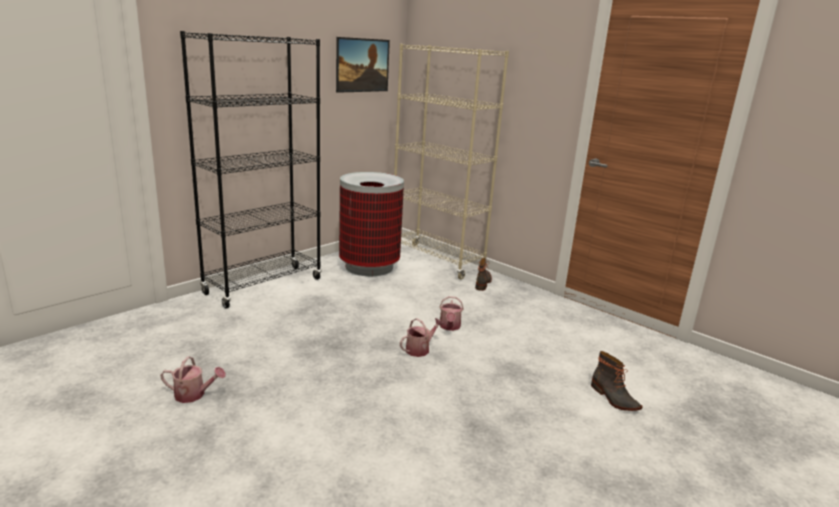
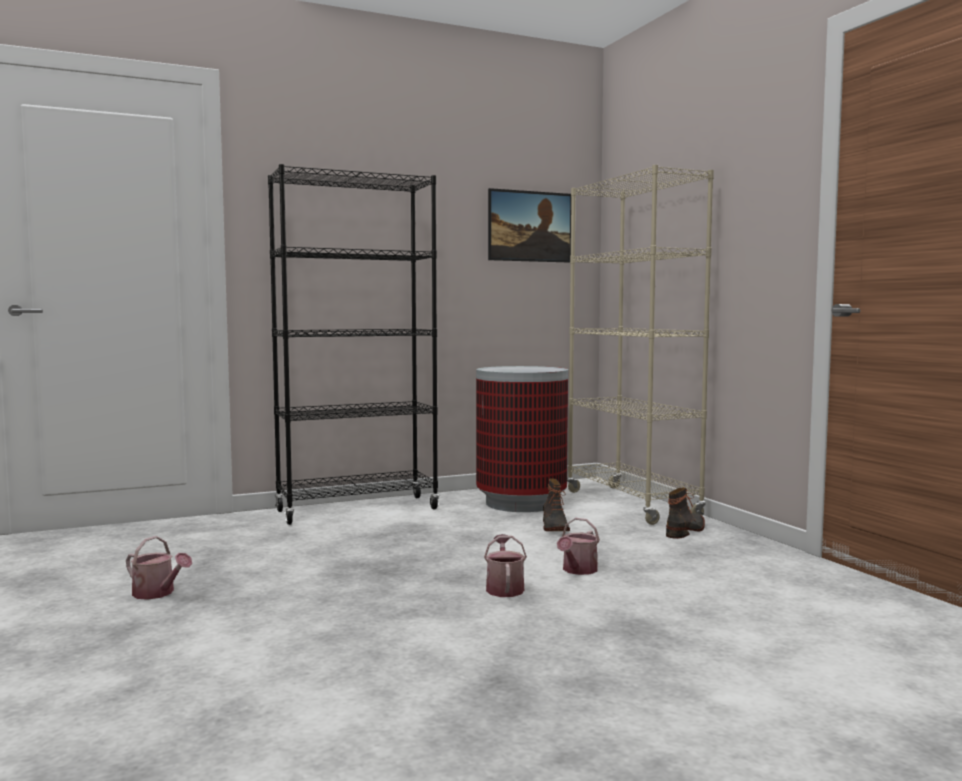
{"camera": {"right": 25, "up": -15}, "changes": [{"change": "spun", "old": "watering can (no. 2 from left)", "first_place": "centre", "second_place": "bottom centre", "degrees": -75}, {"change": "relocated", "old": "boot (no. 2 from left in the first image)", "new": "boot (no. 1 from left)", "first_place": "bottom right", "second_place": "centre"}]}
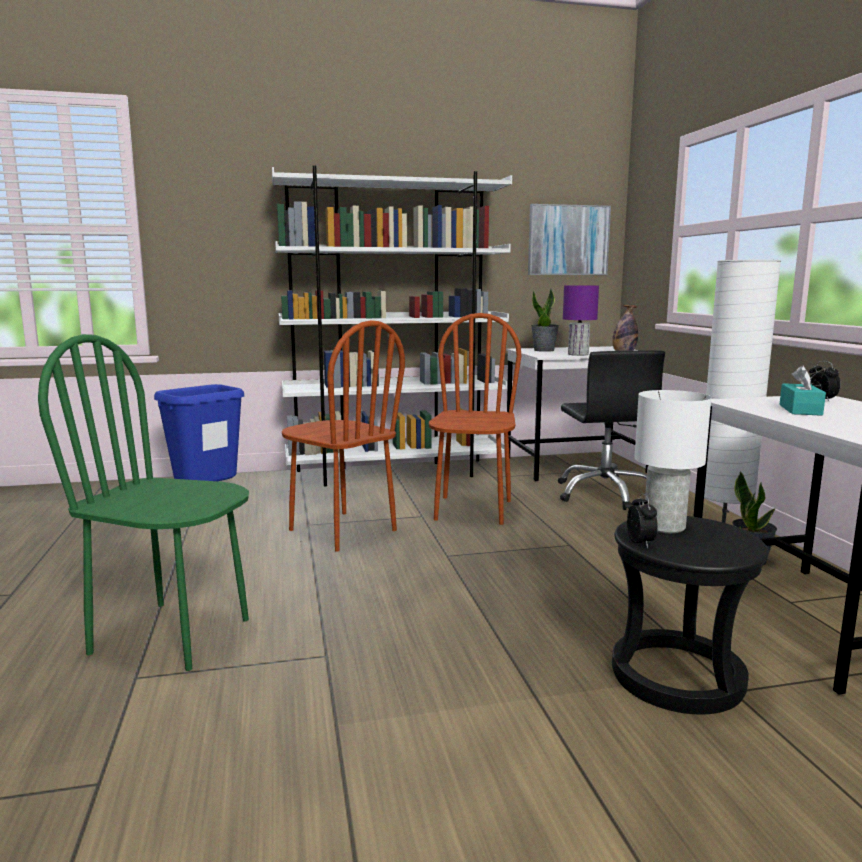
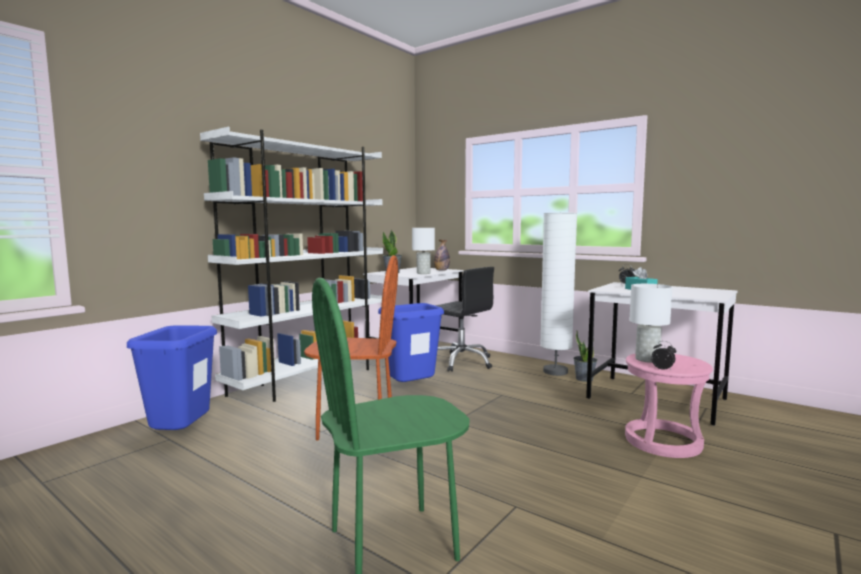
{"camera": {"right": -40, "up": -5}, "changes": [{"change": "exchanged", "old": "brown chair (no. 2 from left)", "new": "blue trash can (no. 2 from left)", "first_place": "centre", "second_place": "centre"}, {"change": "colour", "old": "purple table lamp", "new": "white table lamp (no. 1 from left)", "first_place": "middle right", "second_place": "centre"}, {"change": "colour", "old": "black stool", "new": "pink stool", "first_place": "bottom right", "second_place": "bottom right"}, {"change": "missing", "old": "picture", "first_place": "top centre"}]}
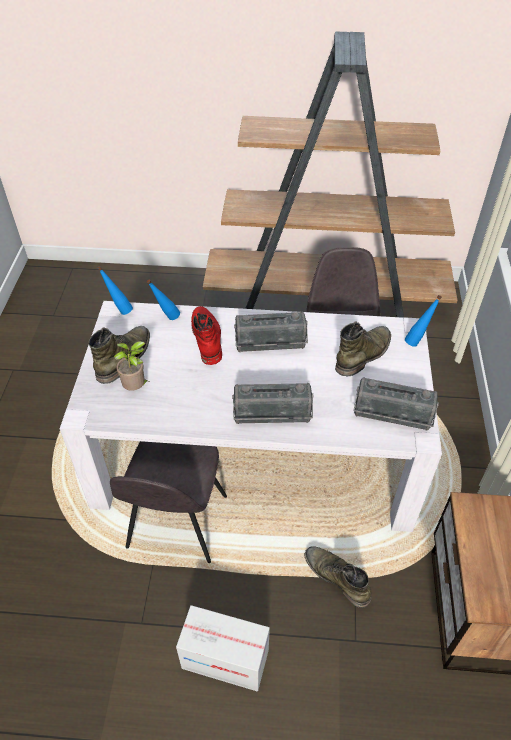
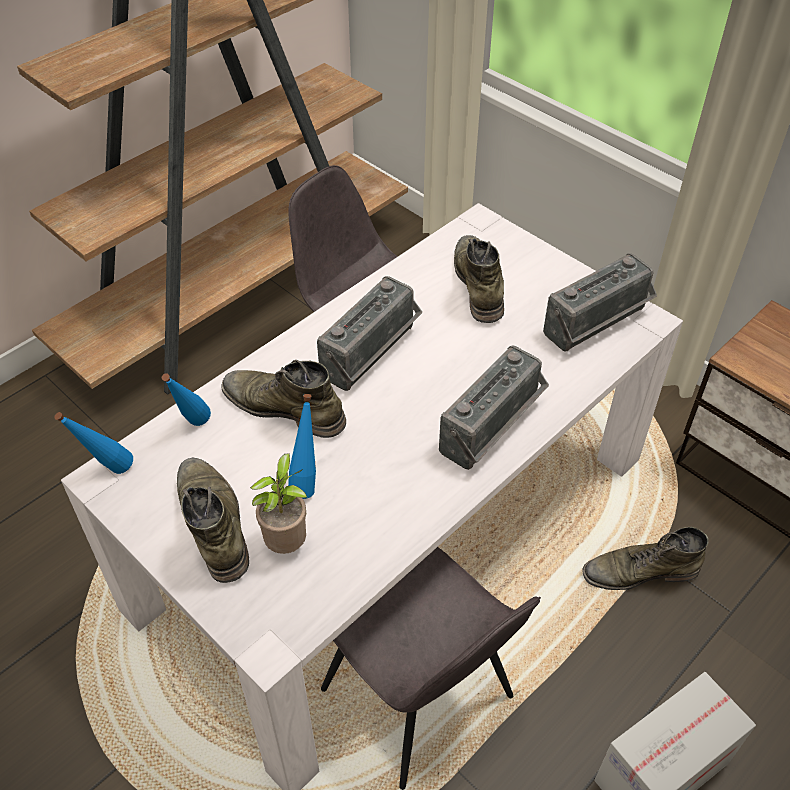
{"camera": {"right": -50, "up": 0}, "changes": [{"change": "colour", "old": "red boot", "new": "green boot (no. 2 from left)", "first_place": "centre", "second_place": "centre"}, {"change": "relocated", "old": "blue bottle (no. 3 from left)", "first_place": "middle right", "second_place": "centre"}]}
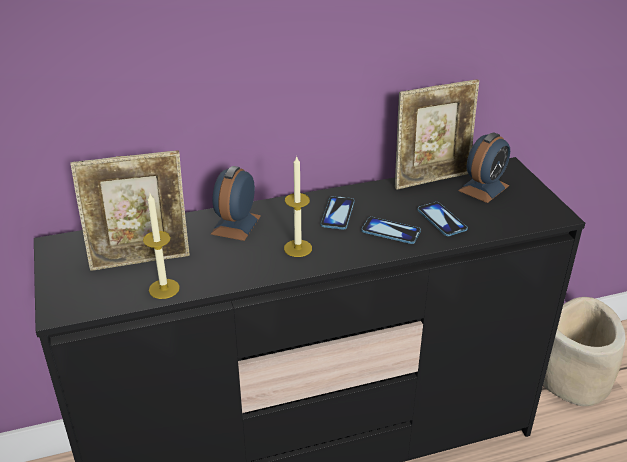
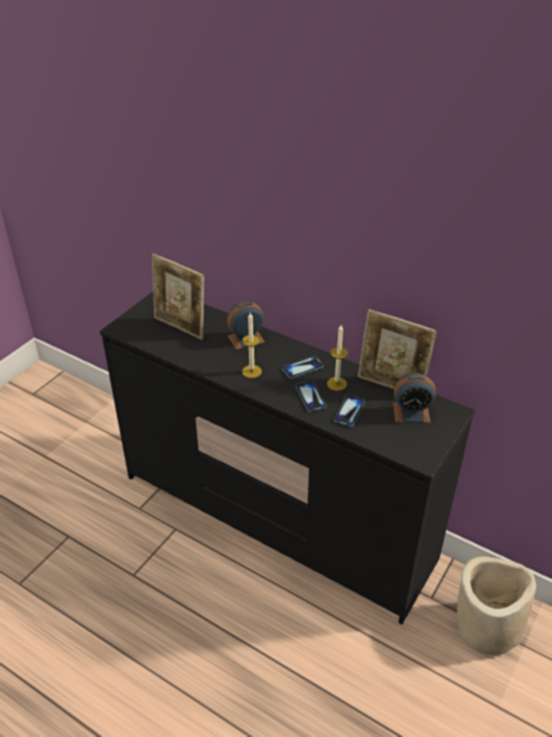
{"camera": {"right": 50, "up": 5}, "changes": [{"change": "relocated", "old": "candle (no. 1 from left in the first image)", "new": "candle (no. 2 from left)", "first_place": "middle left", "second_place": "centre"}]}
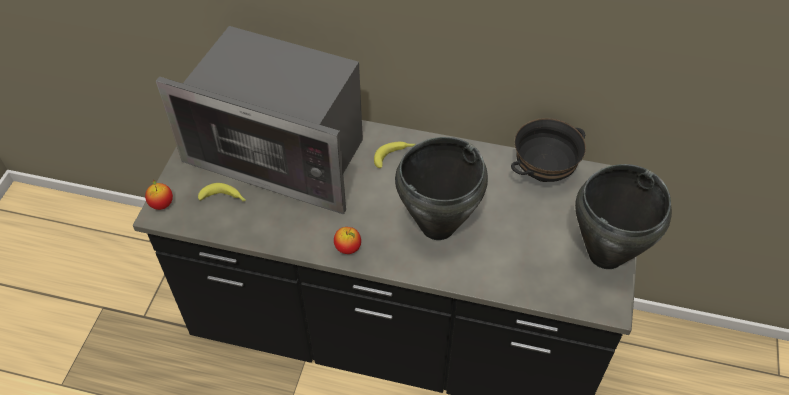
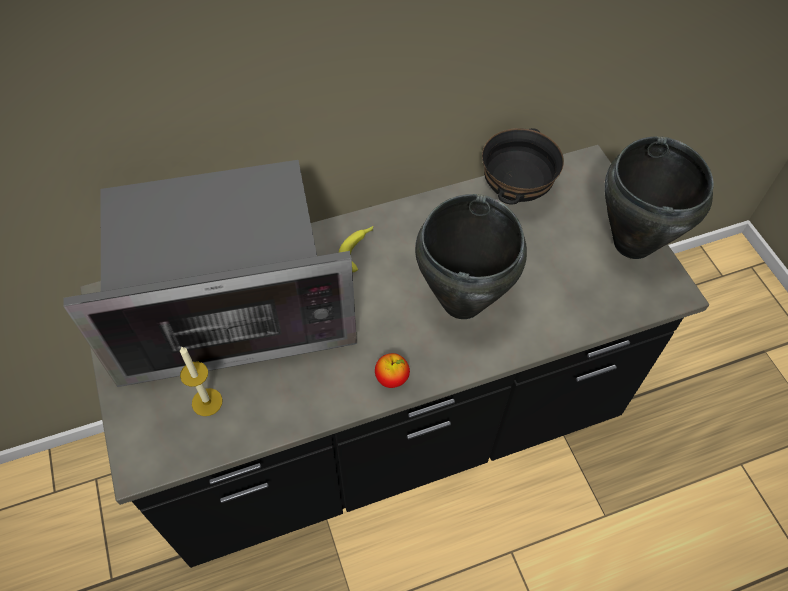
{"camera": {"right": -35, "up": 5}, "changes": [{"change": "exchanged", "old": "banana (no. 1 from left)", "new": "candle", "first_place": "middle left", "second_place": "middle left"}, {"change": "missing", "old": "apple (no. 1 from left)", "first_place": "middle left"}]}
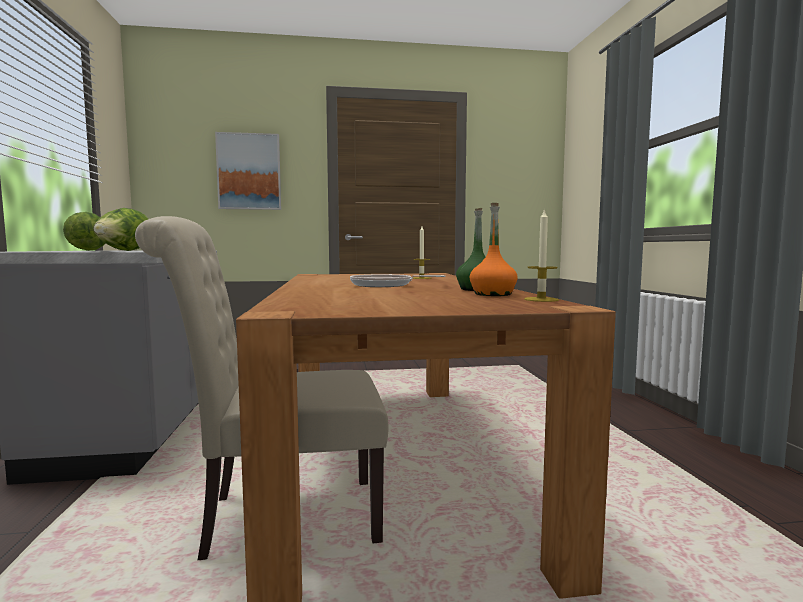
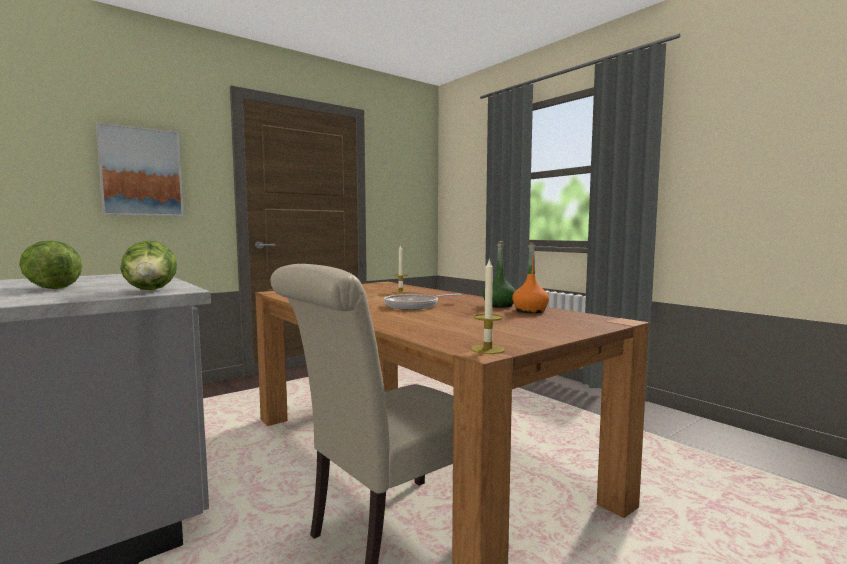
{"camera": {"right": -30, "up": 0}, "changes": [{"change": "relocated", "old": "candle (no. 2 from left)", "first_place": "middle right", "second_place": "centre"}]}
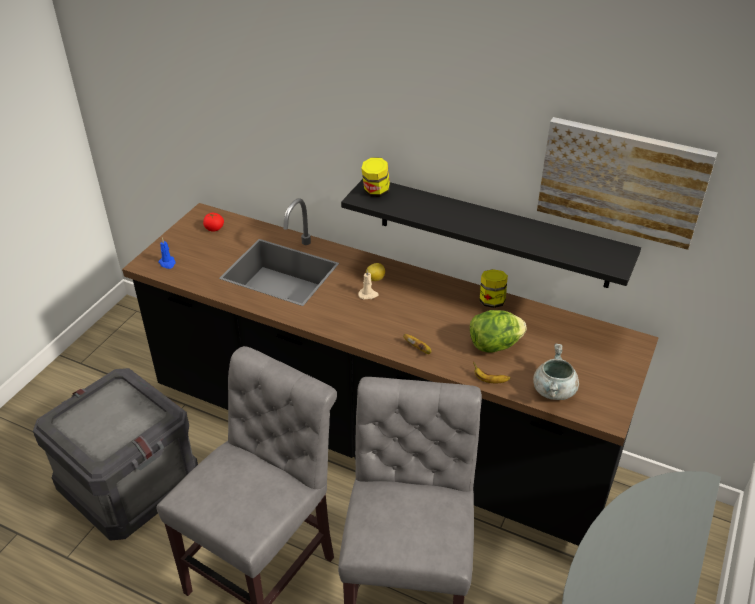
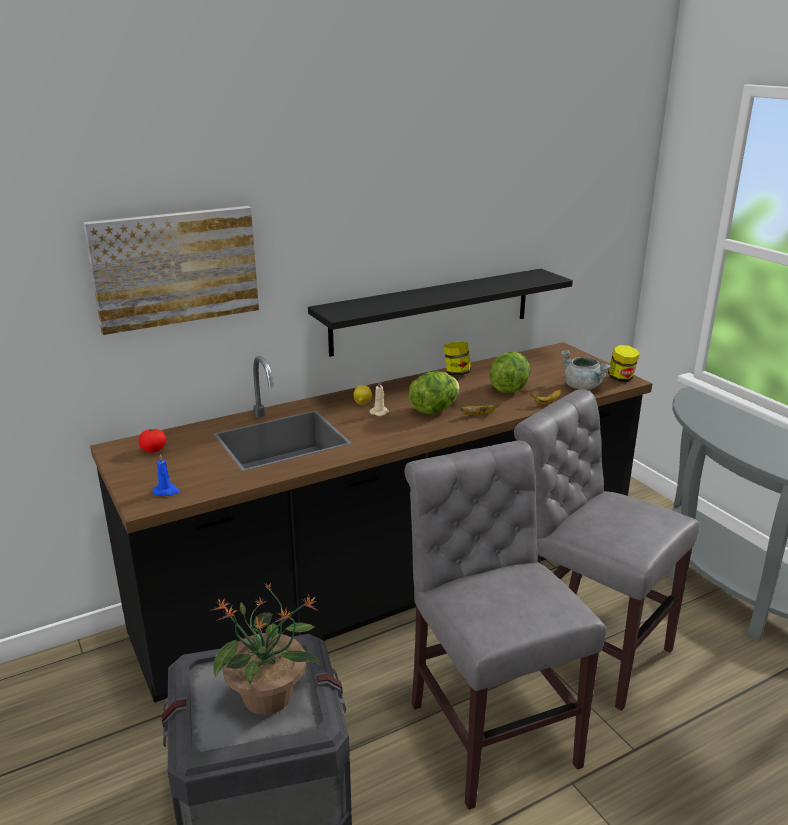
{"camera": {"right": -55, "up": -15}, "changes": [{"change": "relocated", "old": "picture", "first_place": "top right", "second_place": "top left"}, {"change": "appeared", "new": "potted plant", "second_place": "bottom centre"}, {"change": "appeared", "new": "lettuce (no. 1 from left)", "second_place": "centre"}, {"change": "relocated", "old": "jar (no. 1 from left in the first image)", "new": "jar (no. 2 from left)", "first_place": "top centre", "second_place": "middle right"}]}
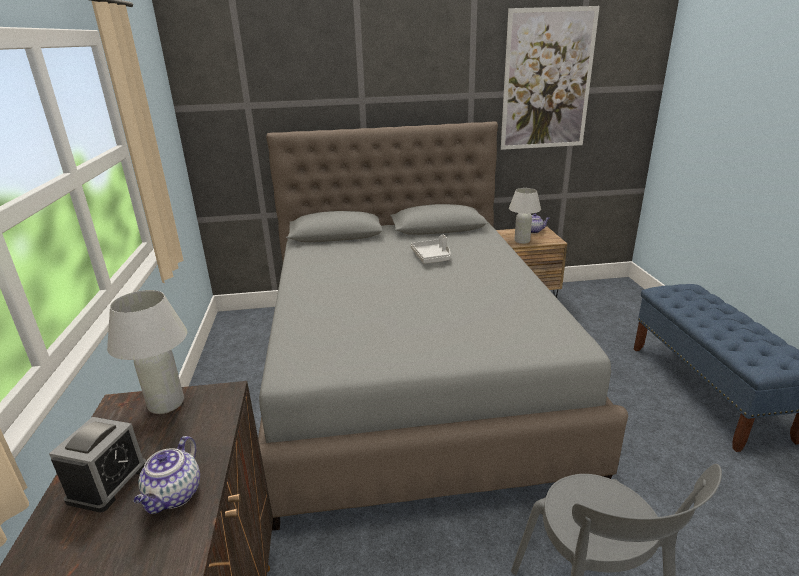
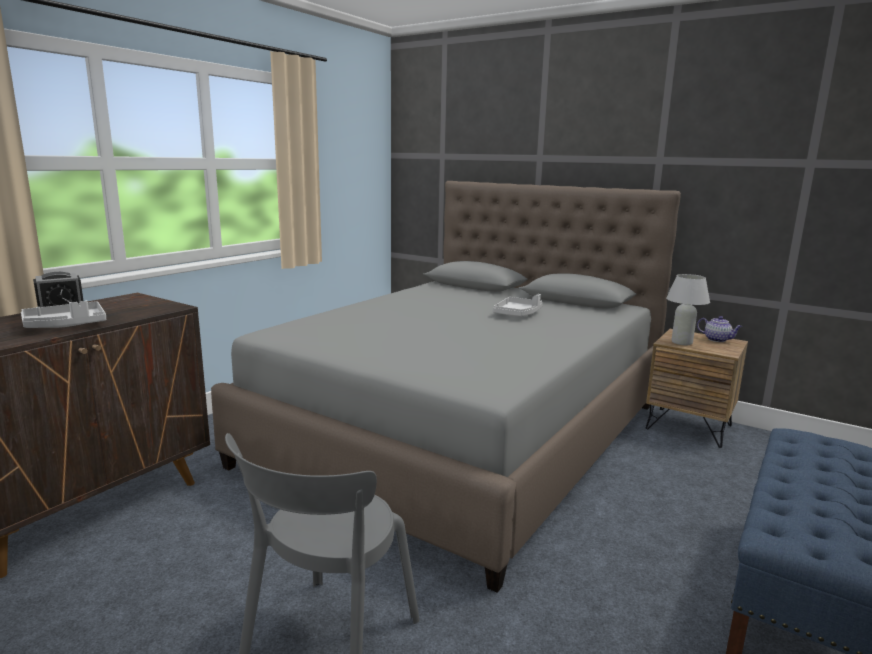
{"camera": {"right": 40, "up": -10}, "changes": [{"change": "exchanged", "old": "teapot (no. 1 from left)", "new": "grey tray (no. 1 from left)", "first_place": "bottom left", "second_place": "middle left"}, {"change": "missing", "old": "white table lamp (no. 1 from left)", "first_place": "middle left"}, {"change": "missing", "old": "picture", "first_place": "top right"}]}
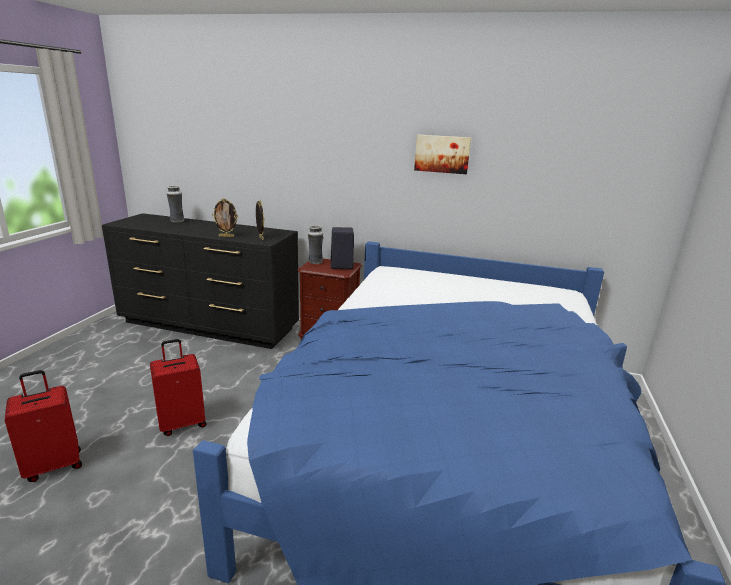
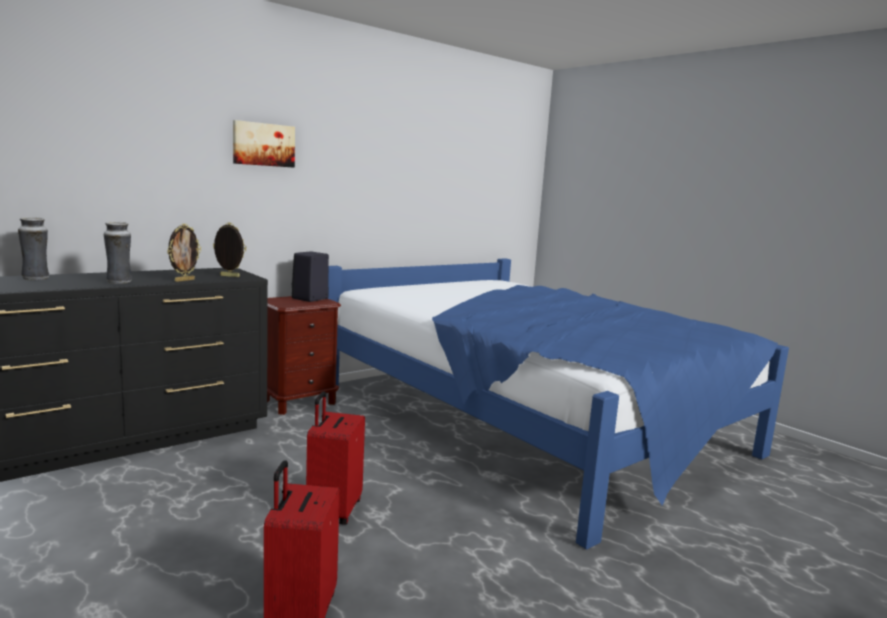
{"camera": {"right": -55, "up": -10}, "changes": [{"change": "relocated", "old": "vase (no. 2 from left)", "first_place": "centre", "second_place": "middle left"}, {"change": "relocated", "old": "picture", "first_place": "top centre", "second_place": "top left"}]}
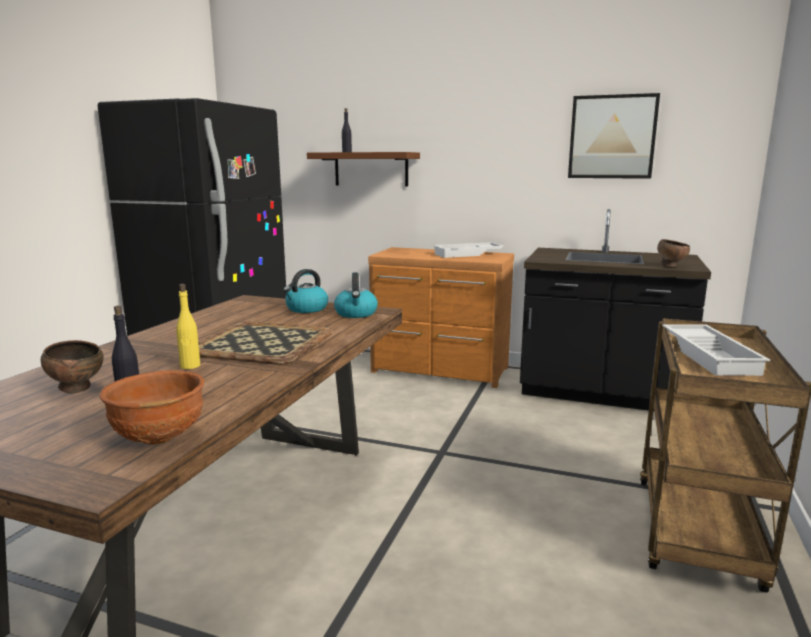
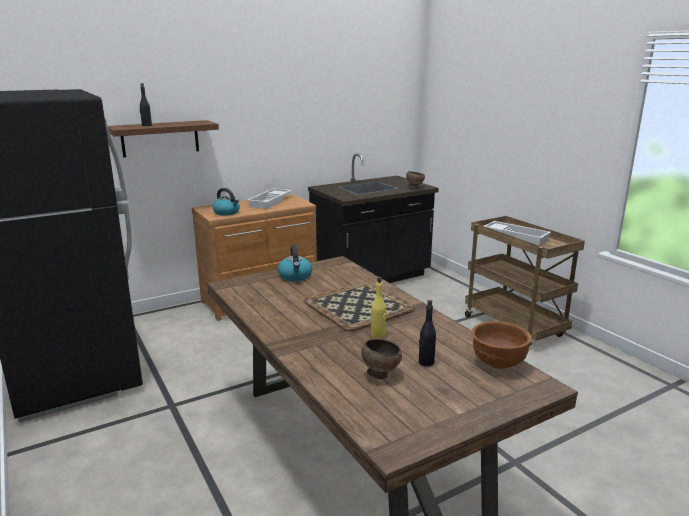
{"camera": {"right": -50, "up": 5}, "changes": [{"change": "relocated", "old": "kettle (no. 2 from left in the first image)", "new": "kettle (no. 1 from left)", "first_place": "centre", "second_place": "middle left"}, {"change": "missing", "old": "picture", "first_place": "top right"}]}
